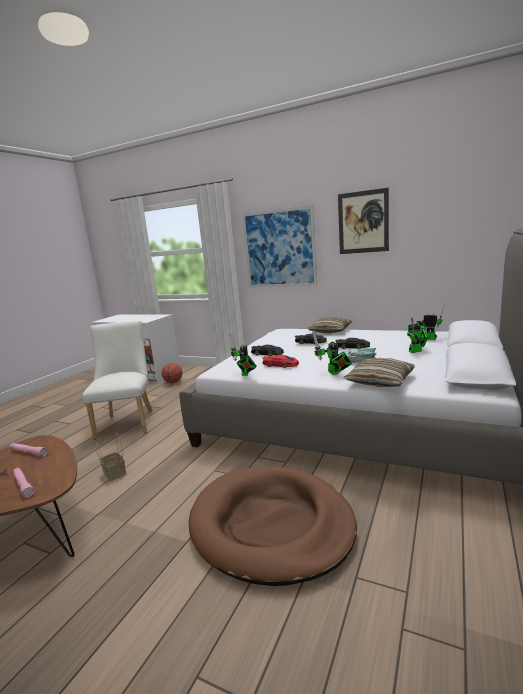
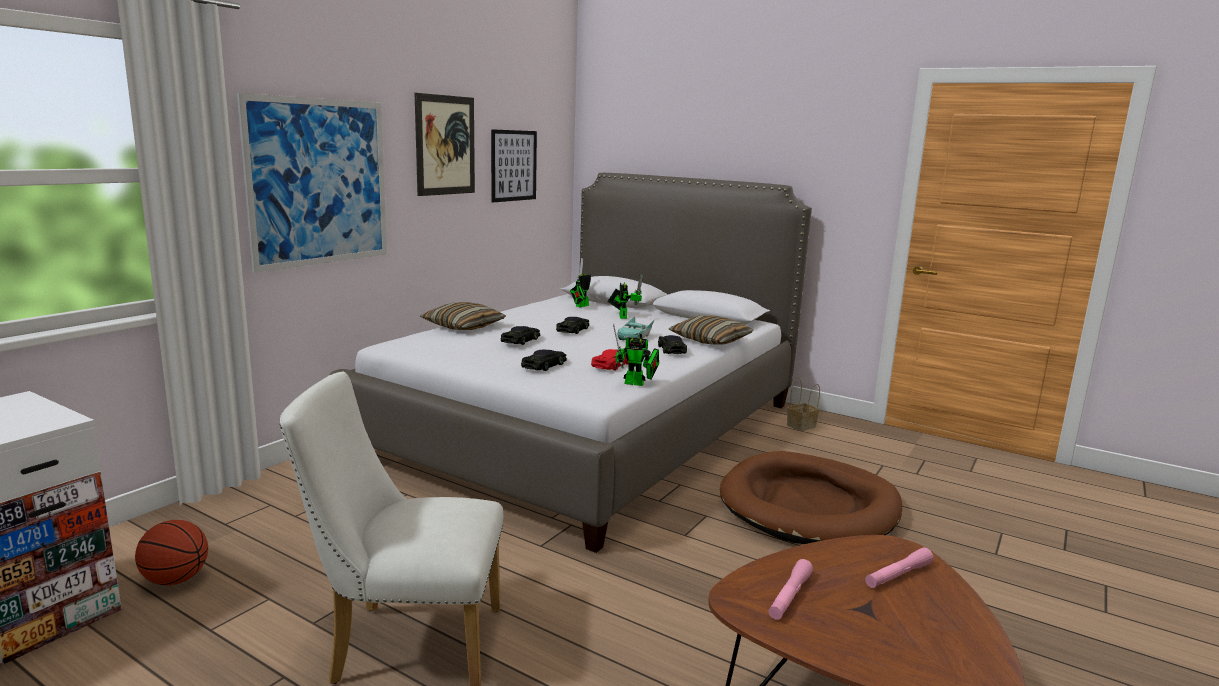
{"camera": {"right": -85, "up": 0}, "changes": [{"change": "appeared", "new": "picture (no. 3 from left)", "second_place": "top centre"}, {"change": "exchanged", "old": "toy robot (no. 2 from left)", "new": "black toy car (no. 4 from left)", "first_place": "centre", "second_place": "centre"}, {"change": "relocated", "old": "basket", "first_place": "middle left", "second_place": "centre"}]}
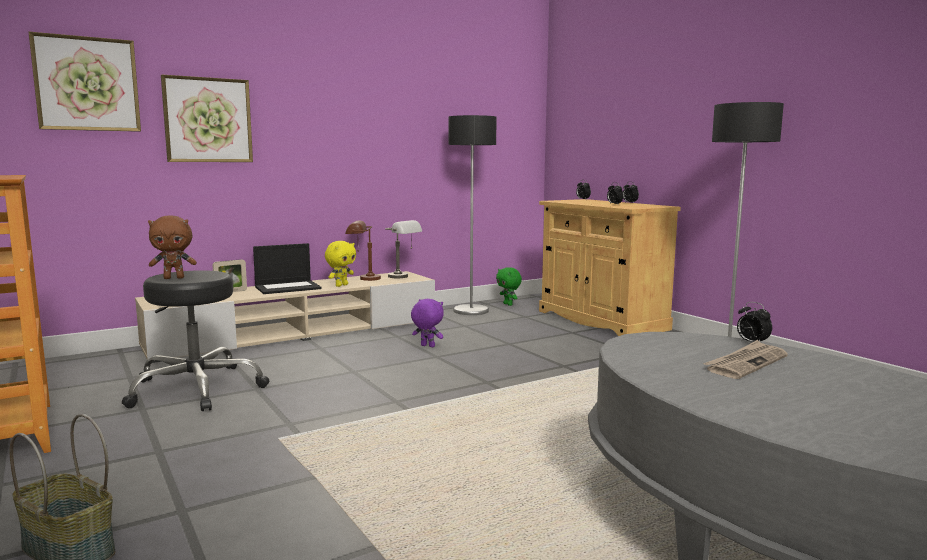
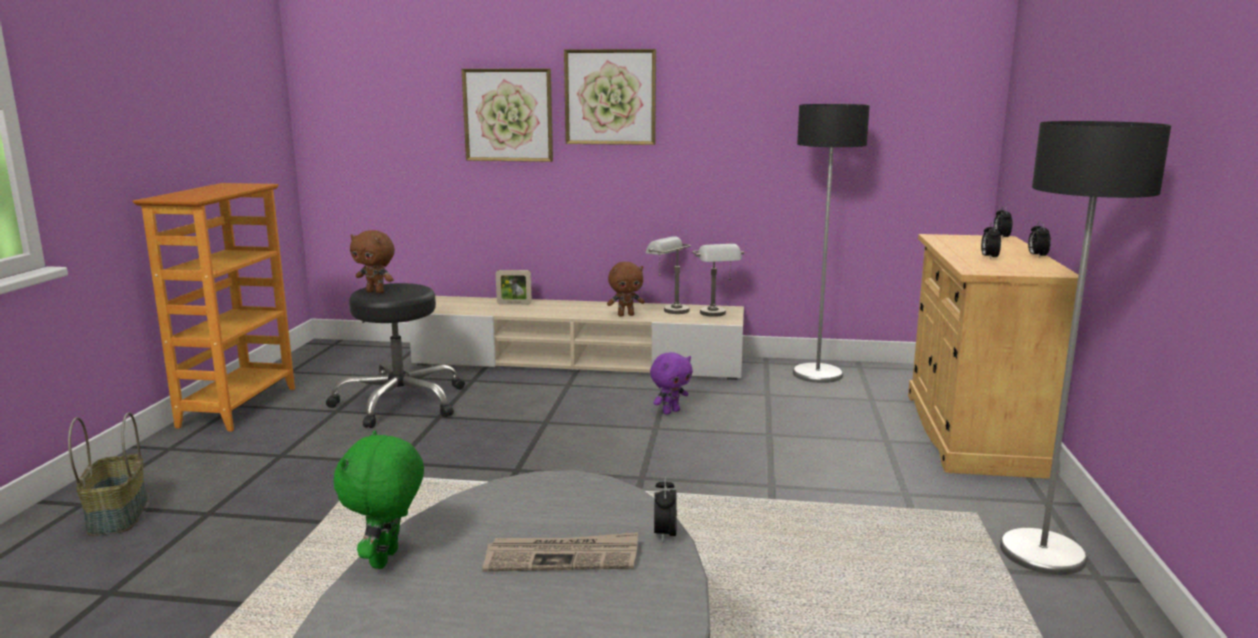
{"camera": {"right": 40, "up": 5}, "changes": [{"change": "relocated", "old": "green plush toy", "first_place": "centre", "second_place": "bottom left"}, {"change": "relocated", "old": "picture (no. 1 from left in the first image)", "new": "picture (no. 2 from left)", "first_place": "top left", "second_place": "top centre"}, {"change": "colour", "old": "yellow plush toy", "new": "brown plush toy (no. 2 from left)", "first_place": "centre", "second_place": "centre"}, {"change": "colour", "old": "brown table lamp", "new": "grey table lamp (no. 1 from left)", "first_place": "centre", "second_place": "centre"}, {"change": "spun", "old": "purple plush toy", "first_place": "centre", "second_place": "centre", "degrees": 75}, {"change": "missing", "old": "laptop", "first_place": "middle left"}]}
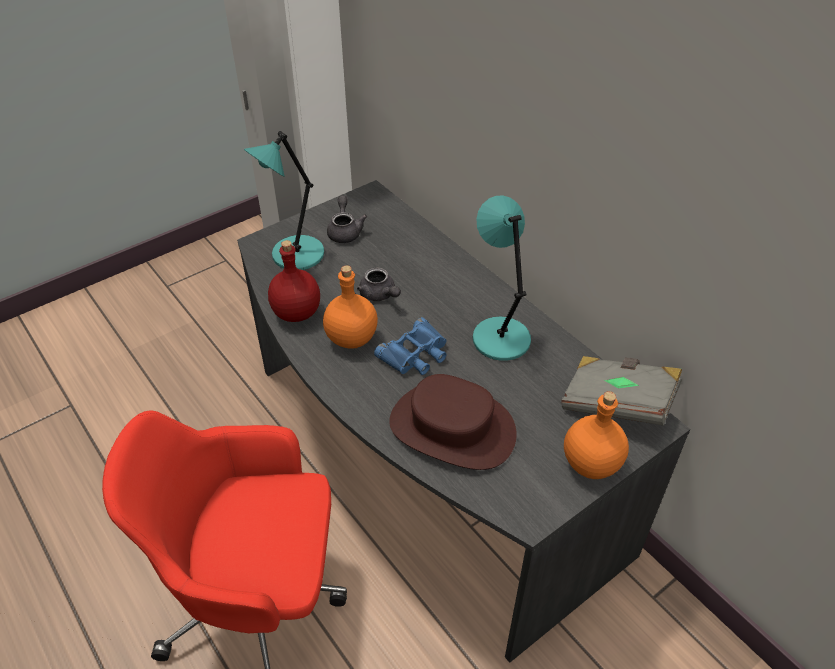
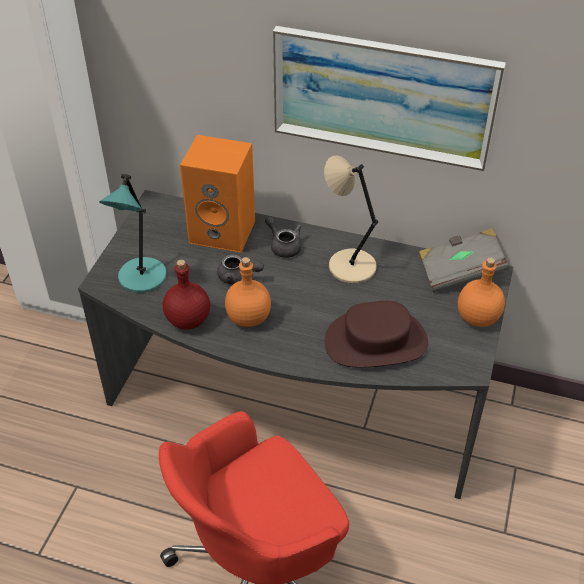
{"camera": {"right": -35, "up": 0}, "changes": [{"change": "appeared", "new": "orange speaker", "second_place": "top centre"}, {"change": "relocated", "old": "grey teapot (no. 1 from left in the first image)", "new": "grey teapot (no. 2 from left)", "first_place": "top centre", "second_place": "centre"}, {"change": "appeared", "new": "picture", "second_place": "top centre"}, {"change": "colour", "old": "turquoise table lamp (no. 2 from left)", "new": "beige table lamp", "first_place": "centre", "second_place": "centre"}, {"change": "missing", "old": "blue binoculars", "first_place": "centre"}]}
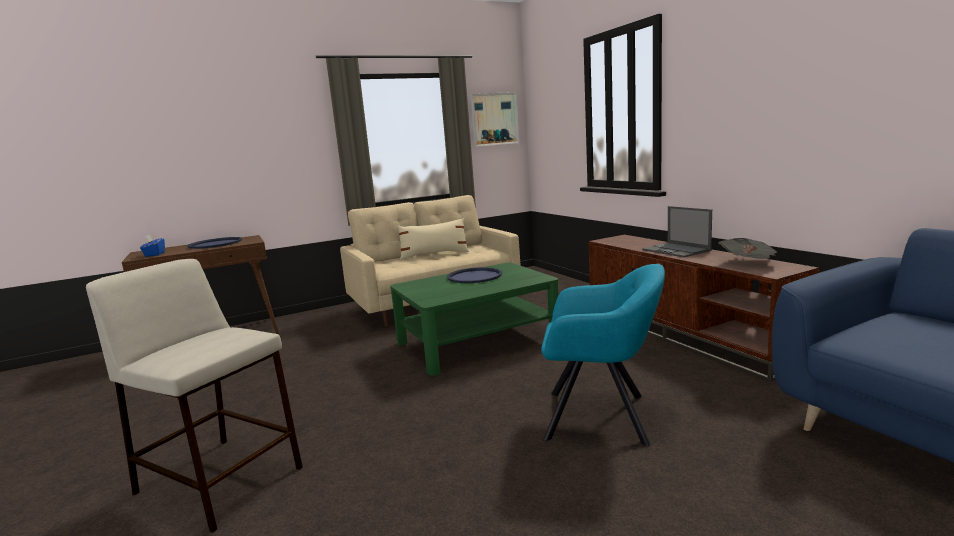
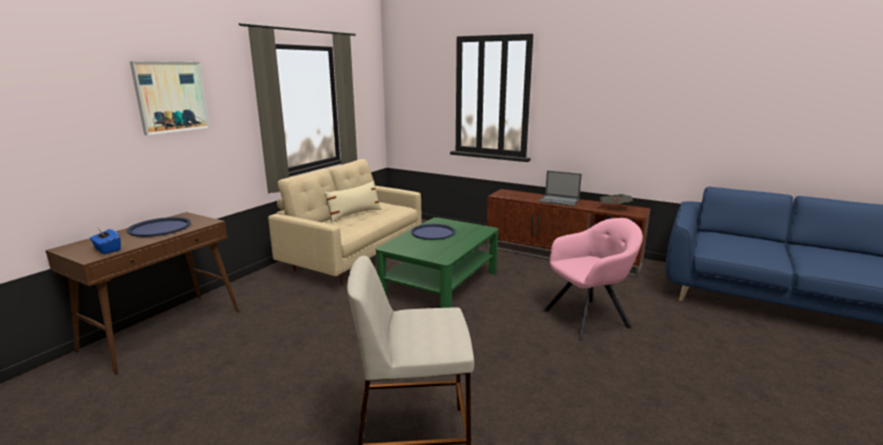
{"camera": {"right": -35, "up": 5}, "changes": [{"change": "relocated", "old": "picture", "first_place": "top centre", "second_place": "top left"}, {"change": "colour", "old": "turquoise armchair", "new": "pink armchair", "first_place": "centre", "second_place": "middle right"}]}
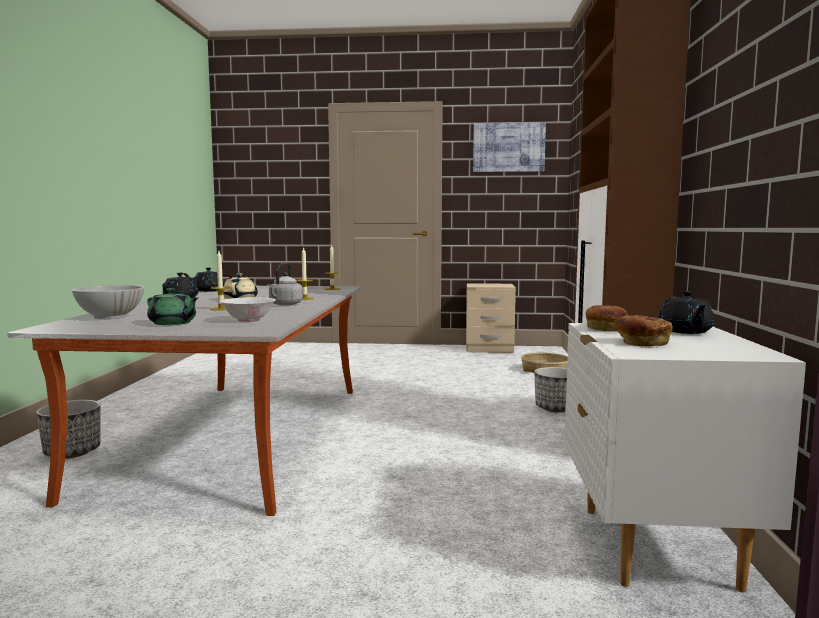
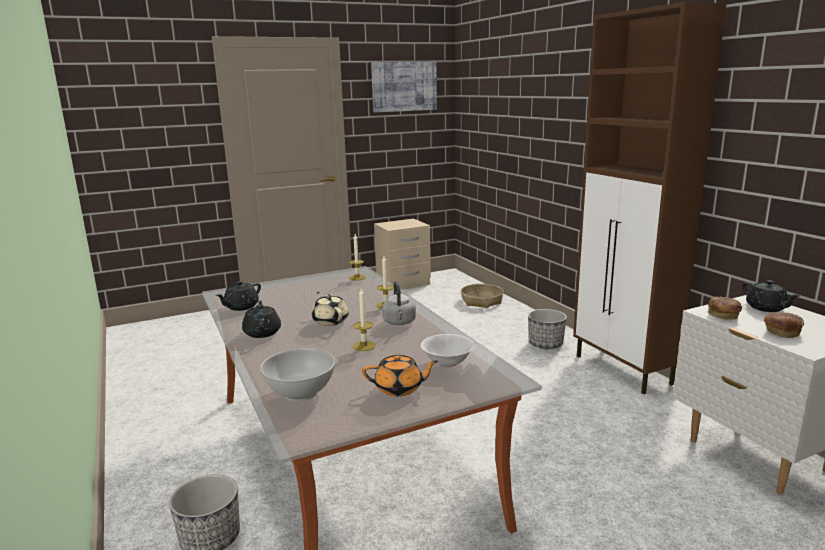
{"camera": {"right": -30, "up": 10}, "changes": [{"change": "colour", "old": "green teapot", "new": "orange teapot", "first_place": "middle left", "second_place": "bottom centre"}]}
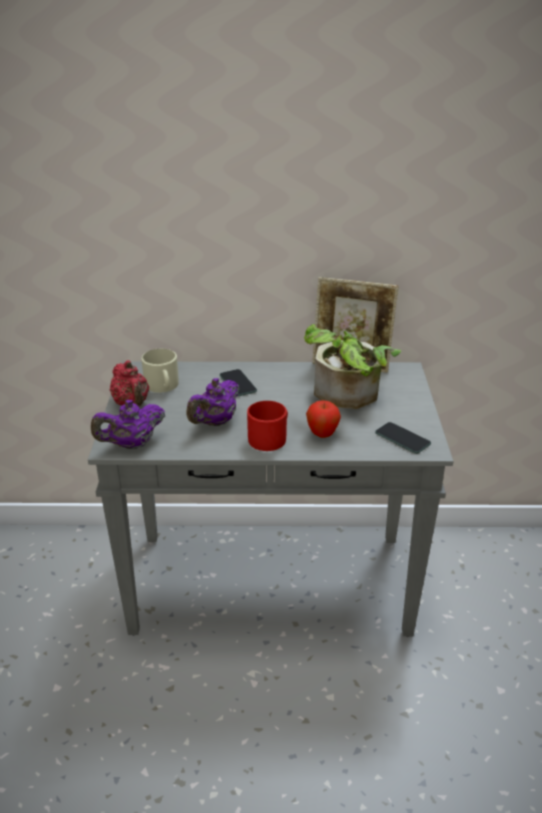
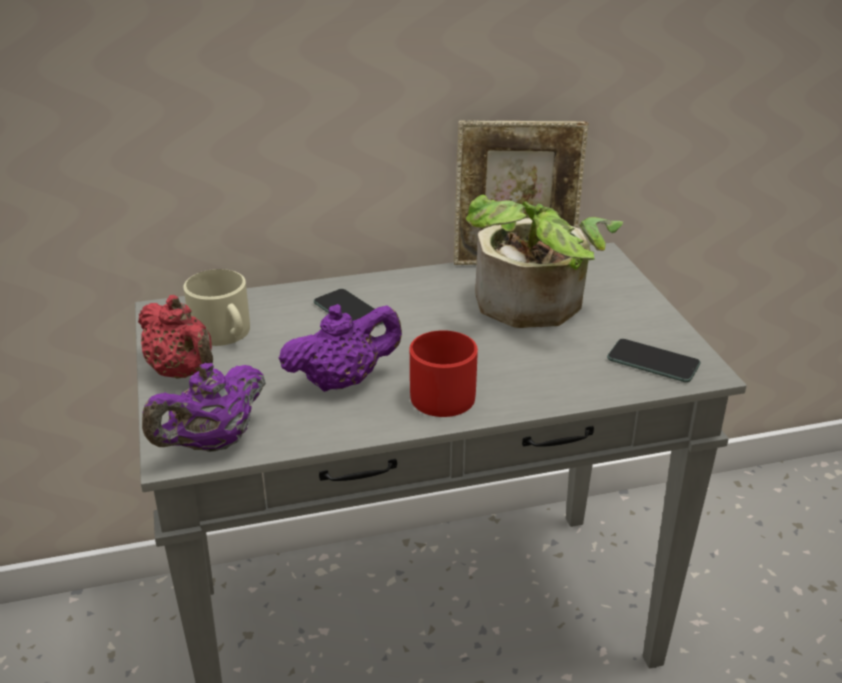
{"camera": {"right": -15, "up": 0}, "changes": [{"change": "spun", "old": "purple teapot (no. 2 from left)", "first_place": "centre", "second_place": "centre", "degrees": -135}, {"change": "missing", "old": "apple", "first_place": "centre"}]}
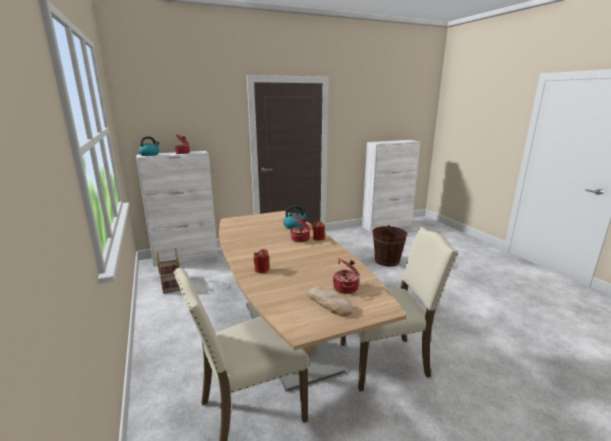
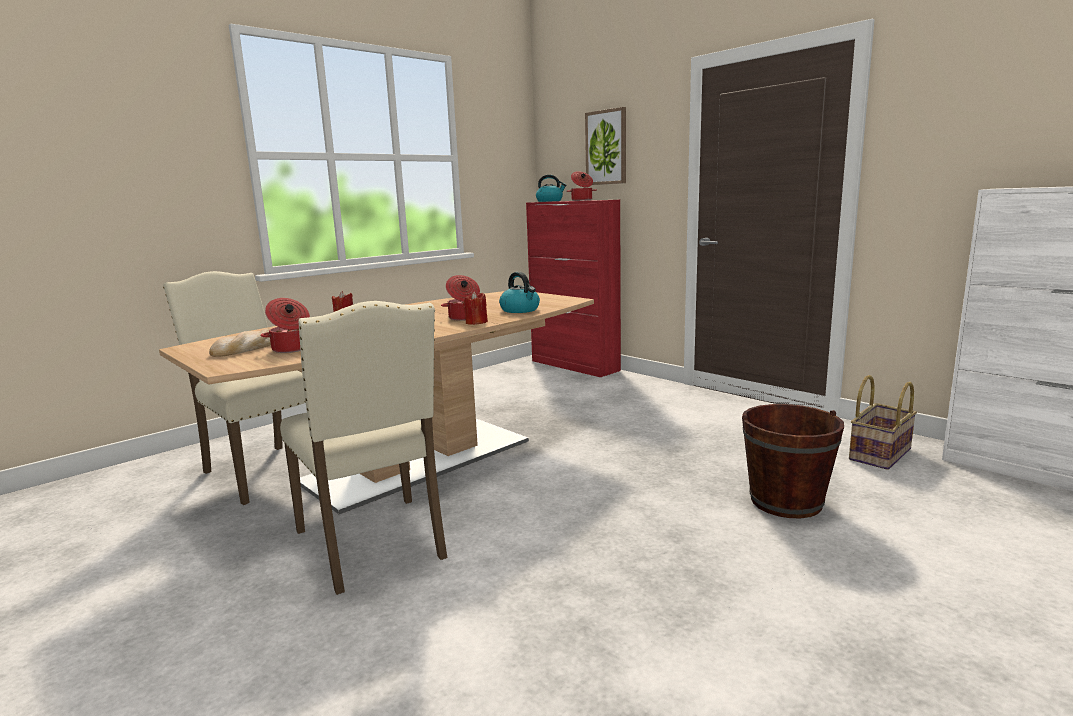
{"camera": {"right": 70, "up": -5}, "changes": [{"change": "colour", "old": "white cabinet (no. 1 from left)", "new": "red cabinet", "first_place": "middle left", "second_place": "centre"}, {"change": "appeared", "new": "picture", "second_place": "top centre"}, {"change": "relocated", "old": "basket", "first_place": "middle left", "second_place": "middle right"}]}
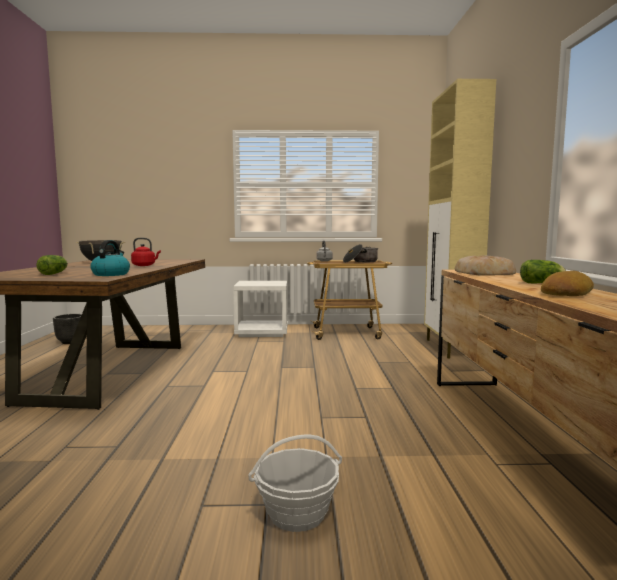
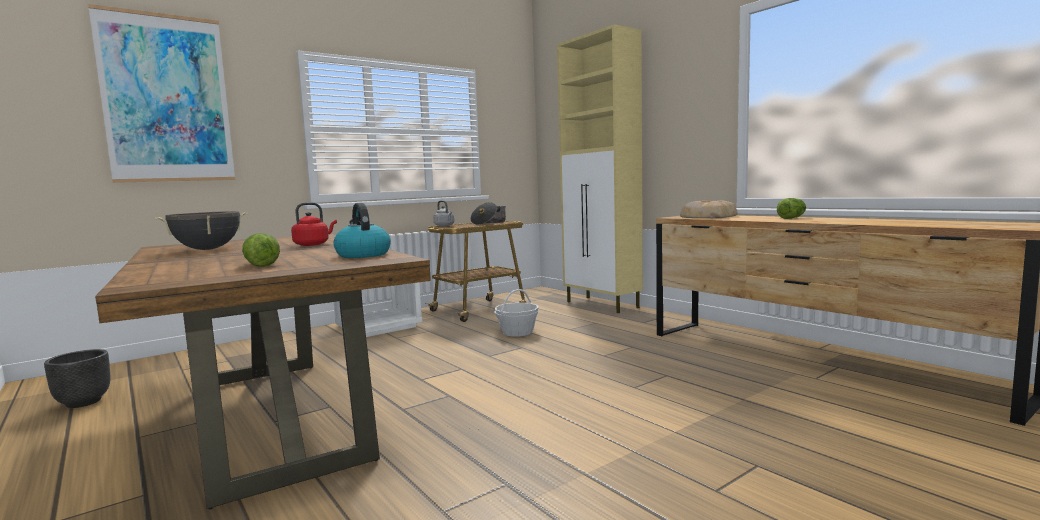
{"camera": {"right": -35, "up": 0}, "changes": [{"change": "appeared", "new": "picture", "second_place": "top left"}, {"change": "relocated", "old": "basket", "first_place": "bottom centre", "second_place": "centre"}, {"change": "missing", "old": "bread (no. 2 from left)", "first_place": "middle right"}]}
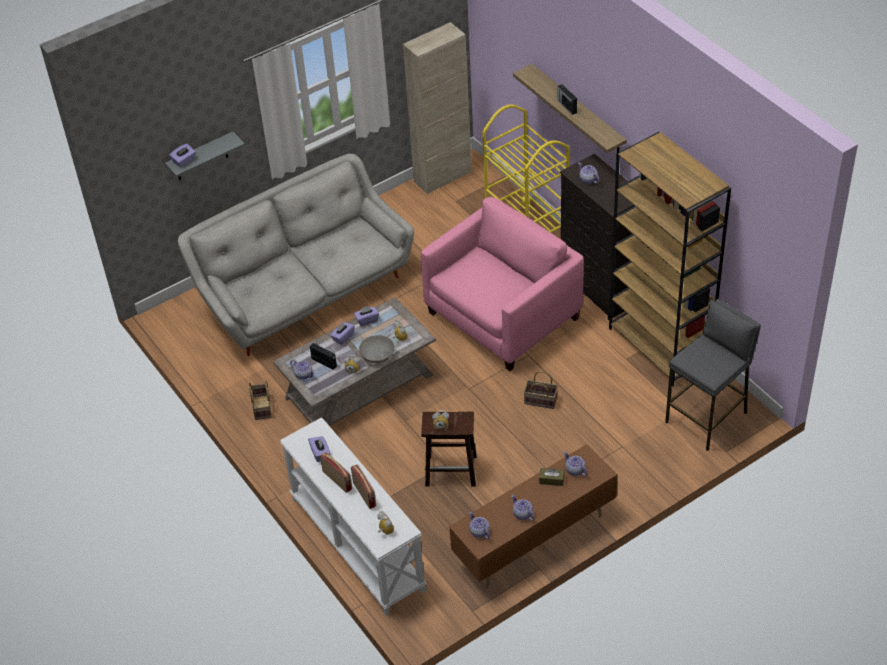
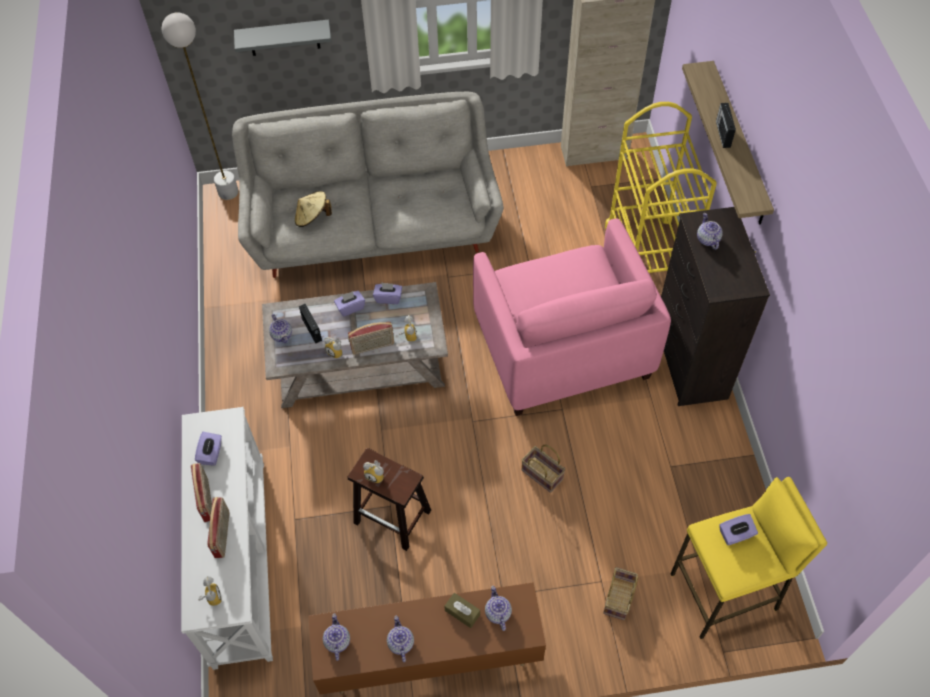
{"camera": {"right": 25, "up": 10}, "changes": [{"change": "appeared", "new": "white floor lamp", "second_place": "top left"}, {"change": "appeared", "new": "beige hat", "second_place": "top centre"}, {"change": "exchanged", "old": "grey bowl", "new": "radio (no. 4 from left)", "first_place": "centre", "second_place": "centre"}, {"change": "spun", "old": "pink armchair", "first_place": "centre", "second_place": "centre", "degrees": 90}, {"change": "relocated", "old": "basket (no. 1 from left in the first image)", "new": "basket (no. 2 from left)", "first_place": "middle left", "second_place": "bottom right"}, {"change": "colour", "old": "grey stool", "new": "yellow stool", "first_place": "middle right", "second_place": "bottom right"}, {"change": "relocated", "old": "purple tissue box (no. 1 from left in the first image)", "new": "purple tissue box (no. 4 from left)", "first_place": "top left", "second_place": "bottom right"}, {"change": "missing", "old": "brown bookcase", "first_place": "middle right"}]}
